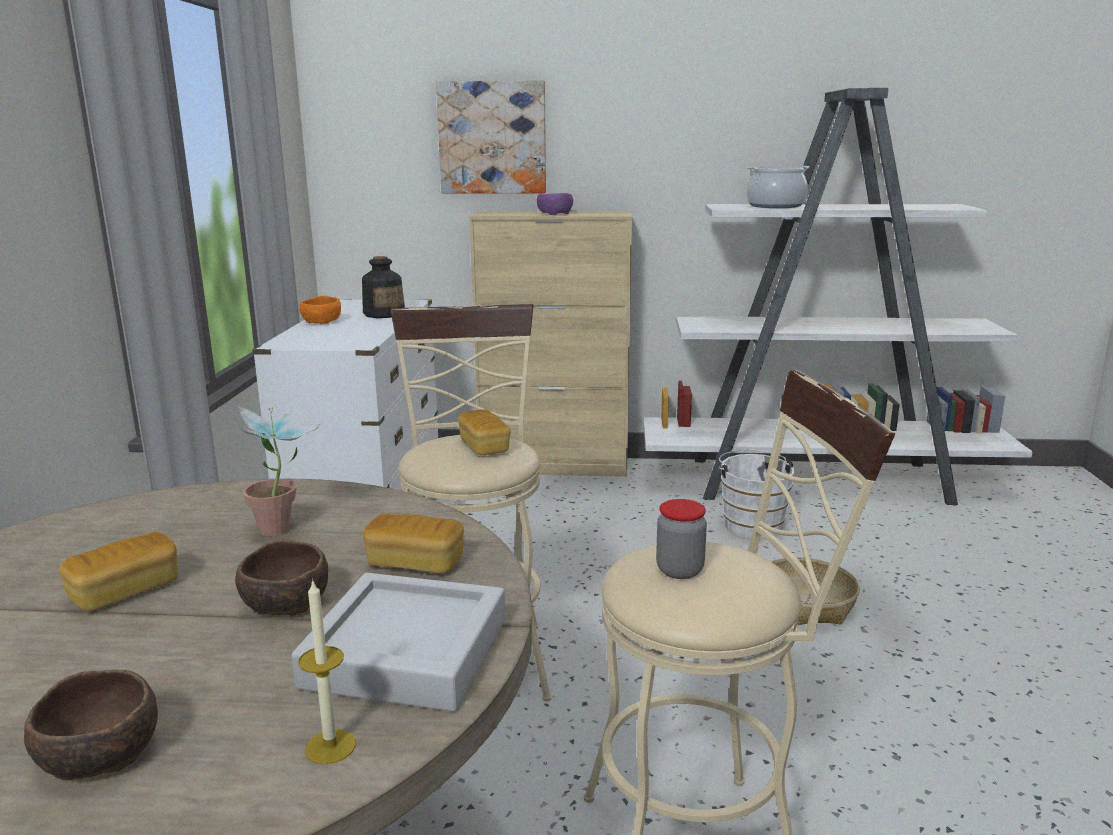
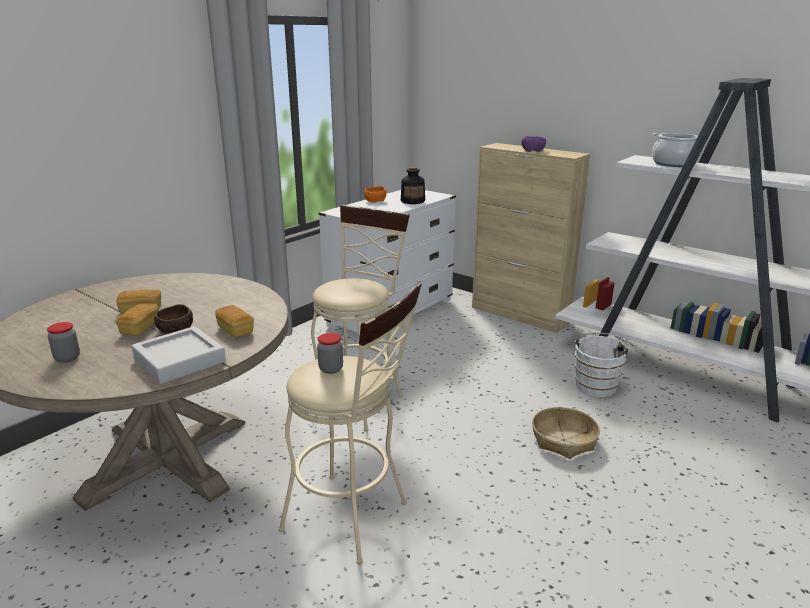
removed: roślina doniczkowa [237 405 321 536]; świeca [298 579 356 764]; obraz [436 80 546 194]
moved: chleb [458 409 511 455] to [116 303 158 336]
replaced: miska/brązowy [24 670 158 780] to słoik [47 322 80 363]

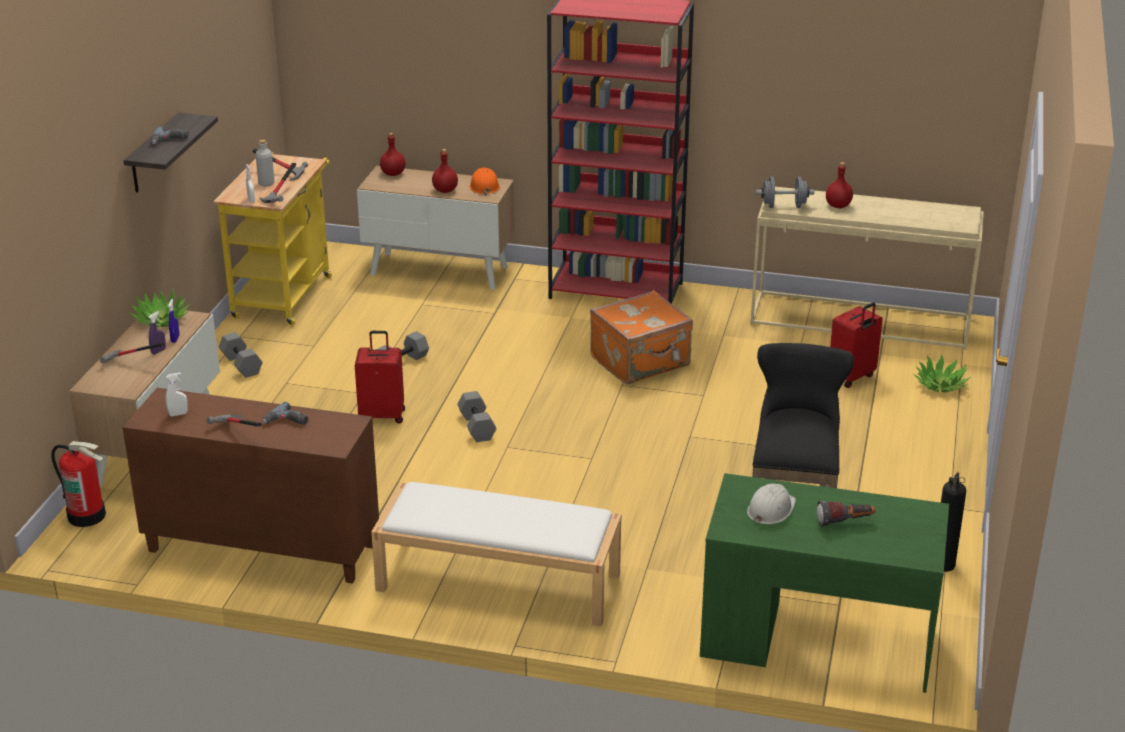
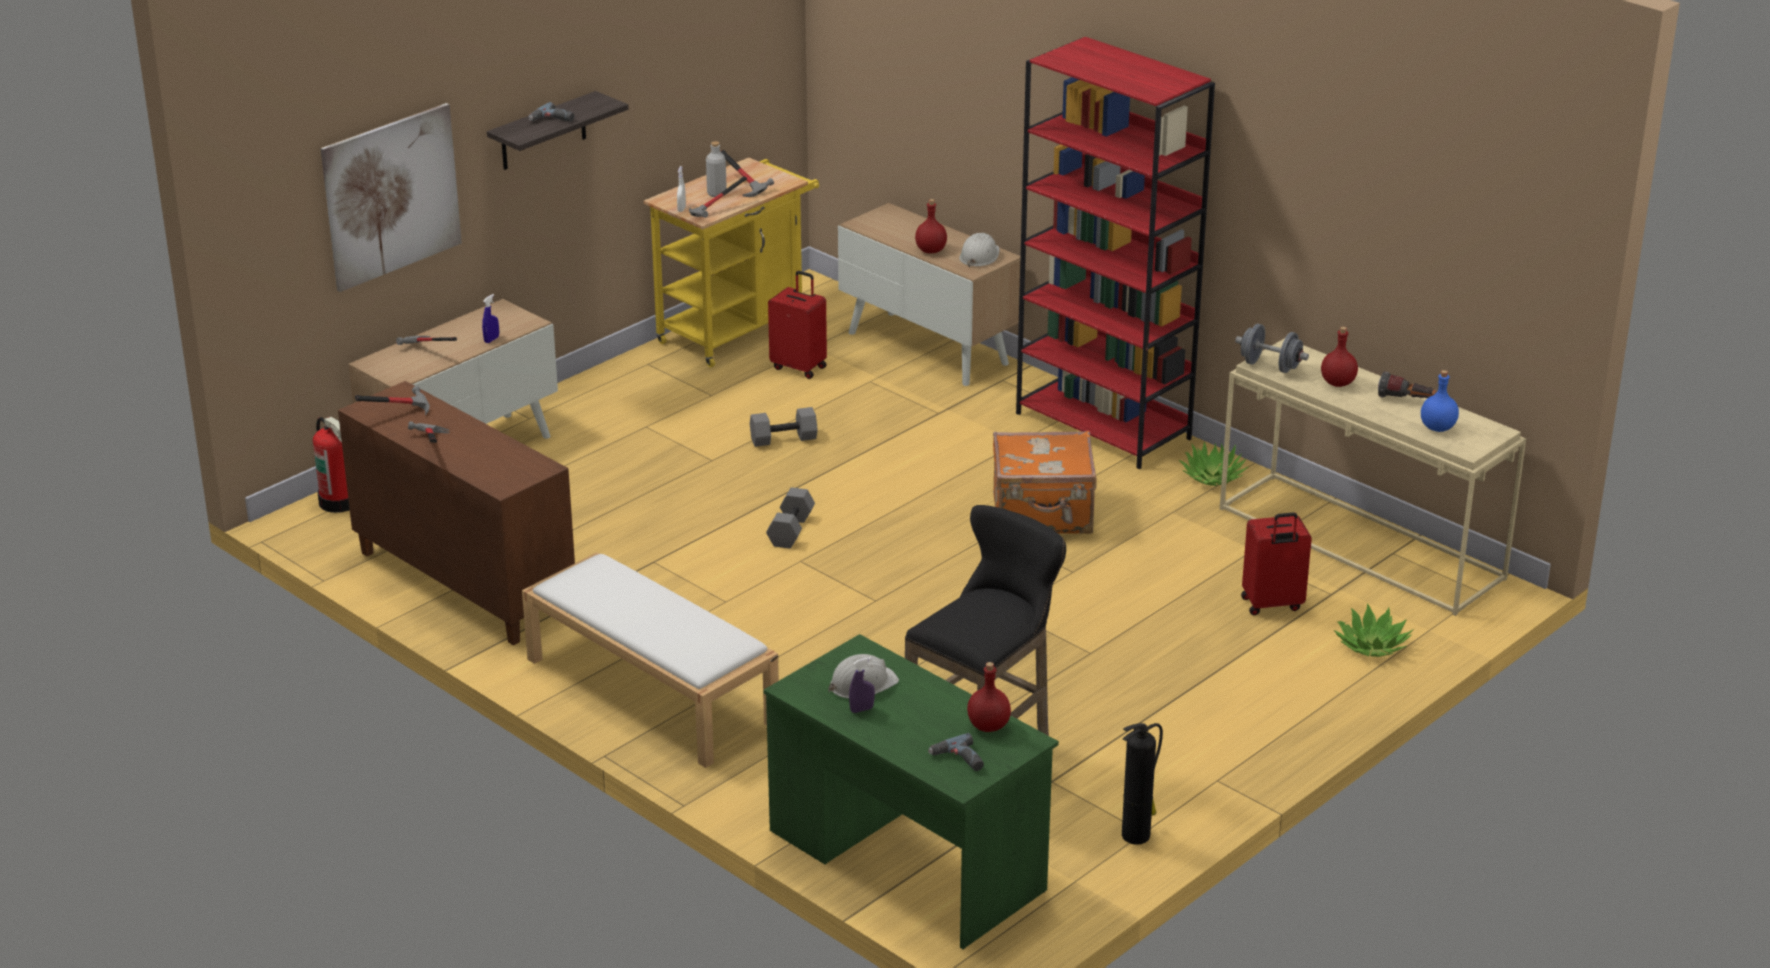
removed: hantel/szary [219 332 263 378]
added: obraz [321 103 462 292]; butelka/niebieski [1421 370 1459 432]
moved: walizka/czerwony [355 331 405 424] to [768 271 827 379]; spryskiwacz/fioletowy [148 311 166 355] to [849 657 875 713]; wiertarka [262 402 308 425] to [928 733 984 771]; butelka/czerwony [380 133 406 176] to [967 662 1011 732]; roślina doniczkowa [129 289 190 327] to [1179 442 1248 486]; latarka [817 500 876 527] to [1378 371 1437 399]
replaced: spryskiwacz/biały [166 372 188 416] to młotek [355 386 430 415]
recoloured: kask/pomarańczowy [470 167 500 195] to kask/biały [959 233 1000 268]

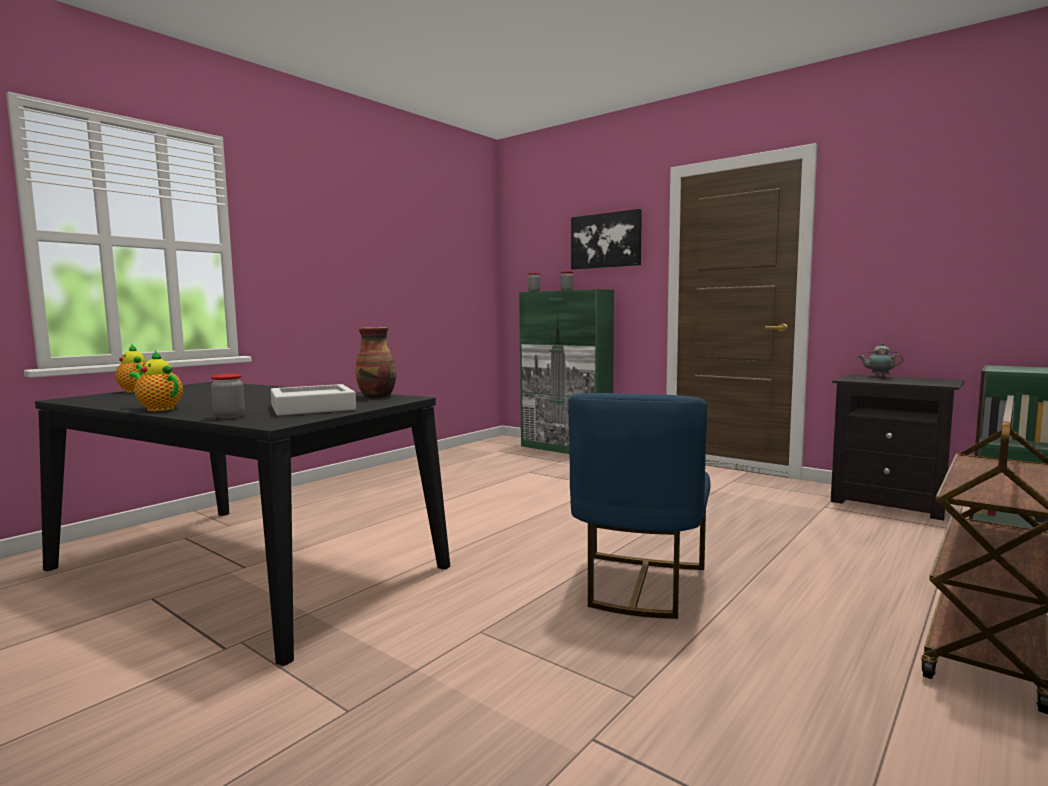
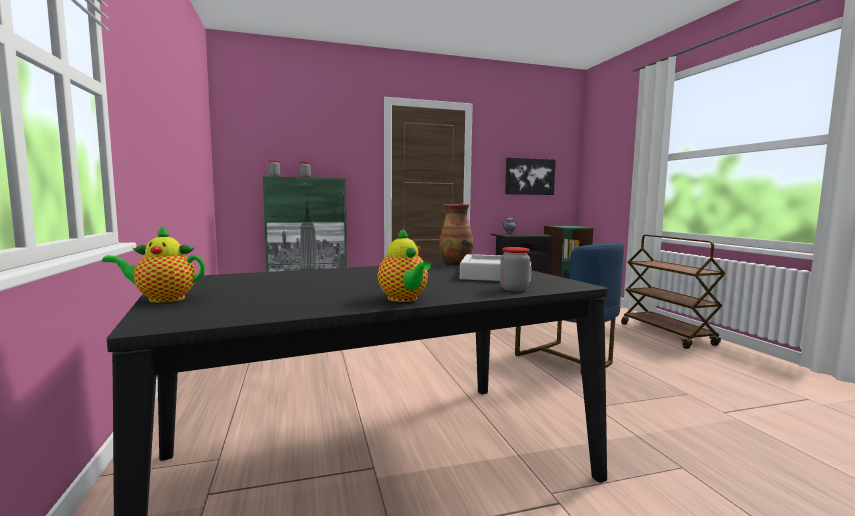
moved: obraz [571 209 642 270] to [505 158 556 195]
turned: imbryk [129 350 183 411] = [378 227 431 302] 90 degrees counterclockwise

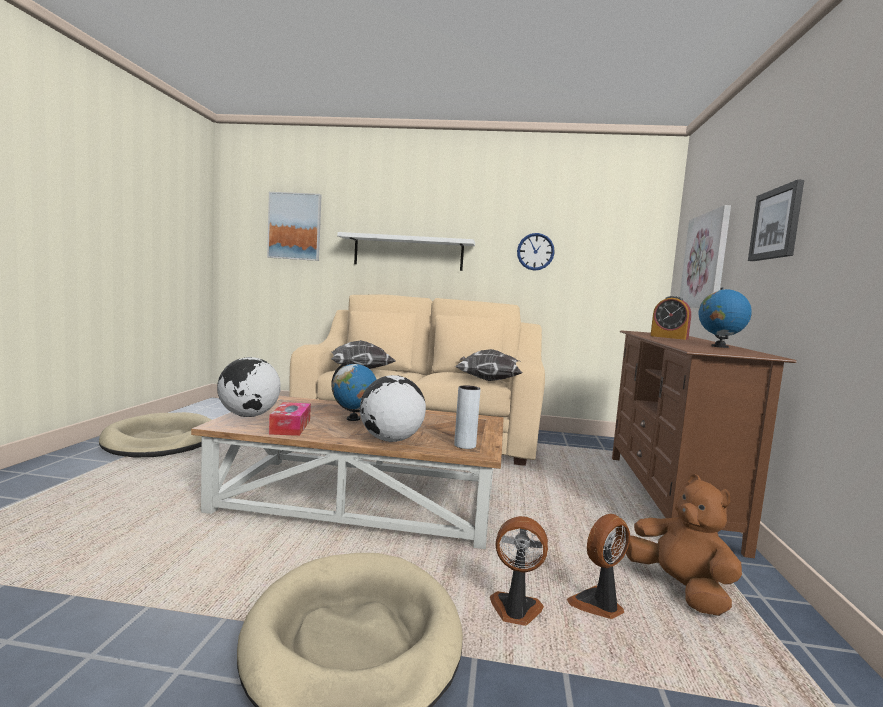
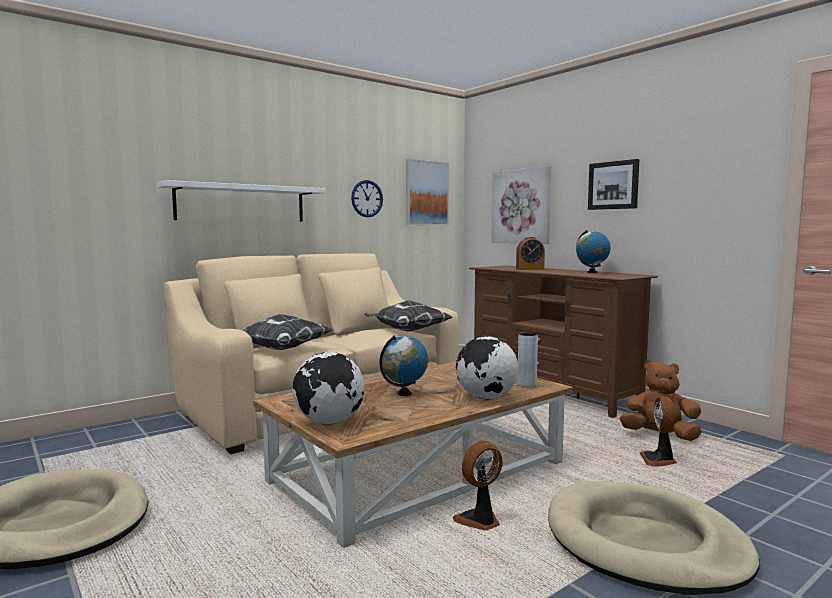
removed: pudełko chusteczek [269 402 311 436]
moved: obraz [267 192 321 261] to [406 159 449 225]; wentylator [490 516 548 626] to [453 441 503 531]

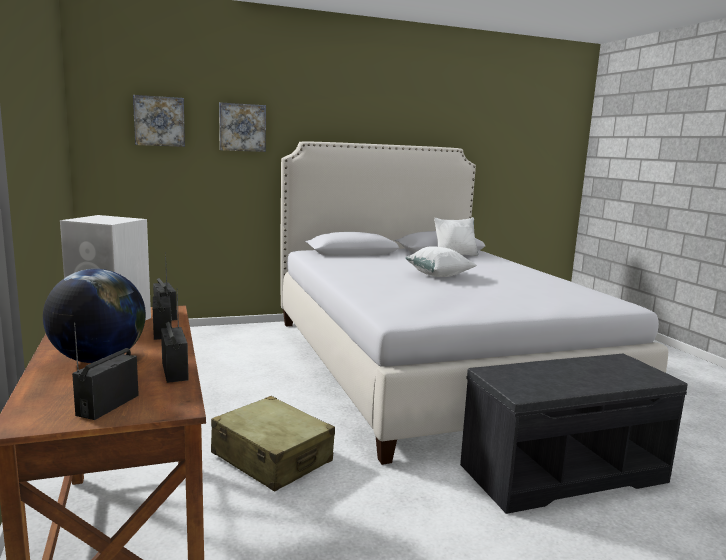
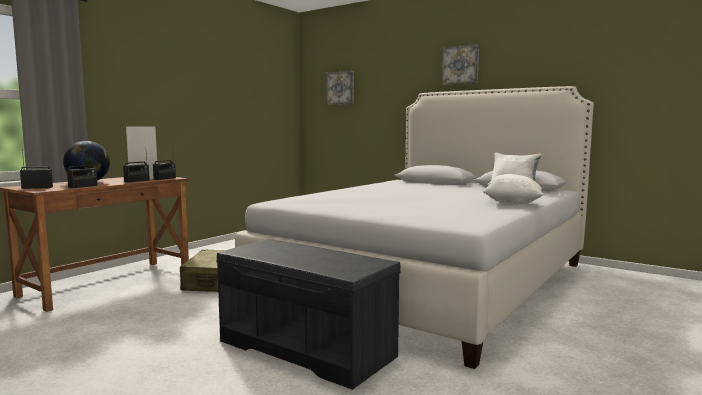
moved: obraz [219 102 266 152] to [442 44 479 85]; poduszka/biały [405 246 477 277] to [483 174 544 204]

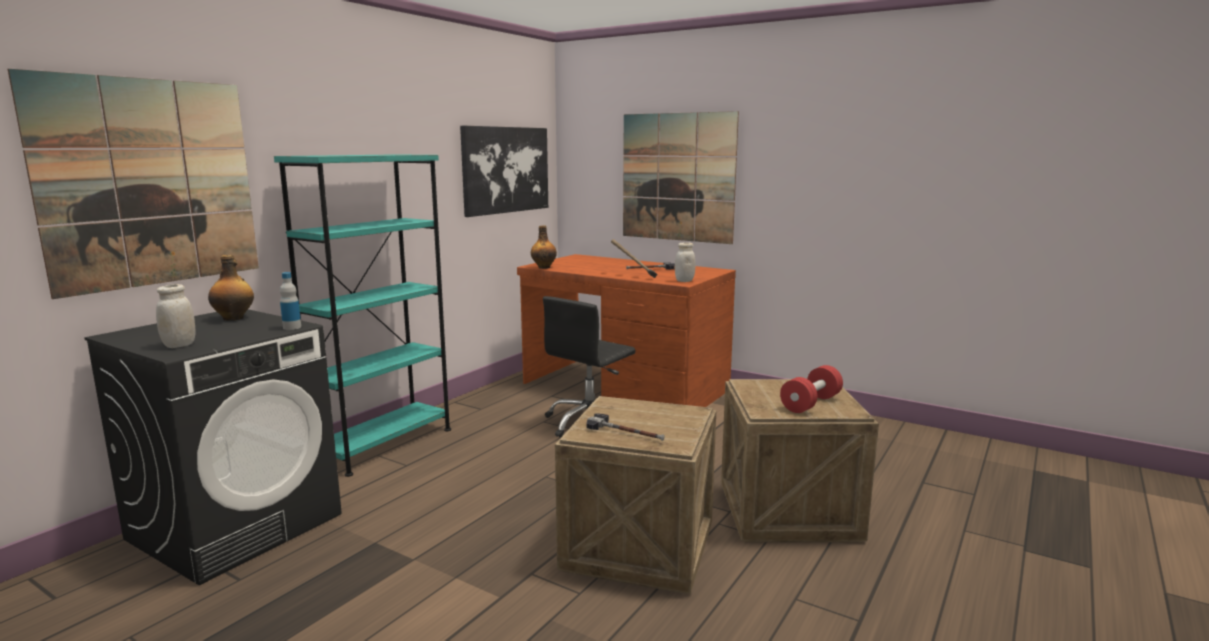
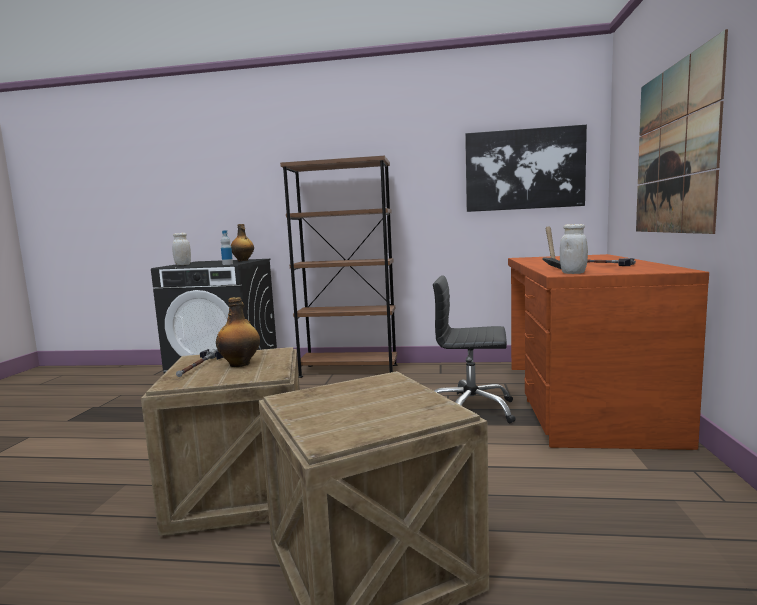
removed: obraz [8 69 259 299]; hantel/czerwony [780 365 843 413]
moved: butelka [531 226 557 269] to [216 297 260 367]
recoloured: regał/turkusowy [274 154 451 477] to regał/brązowy [280 155 397 378]

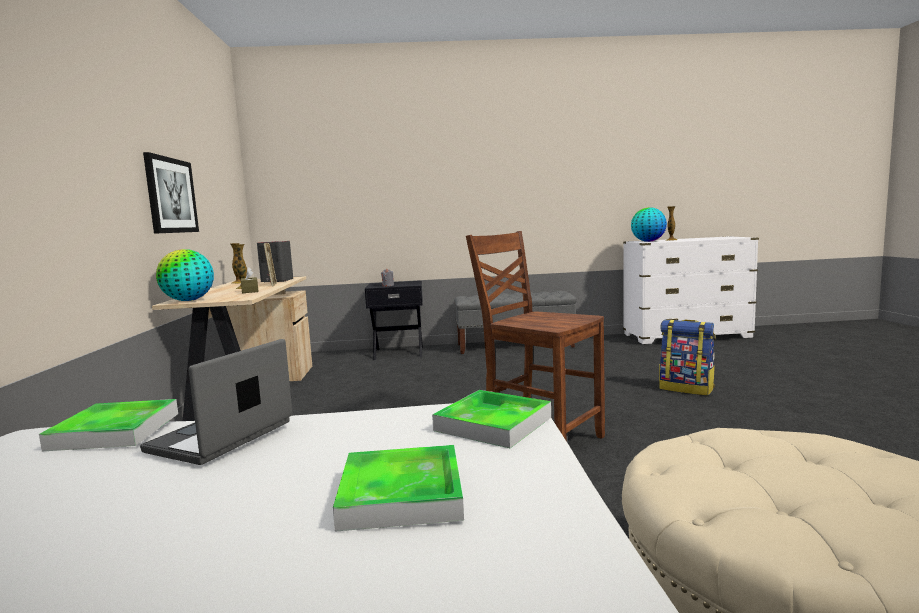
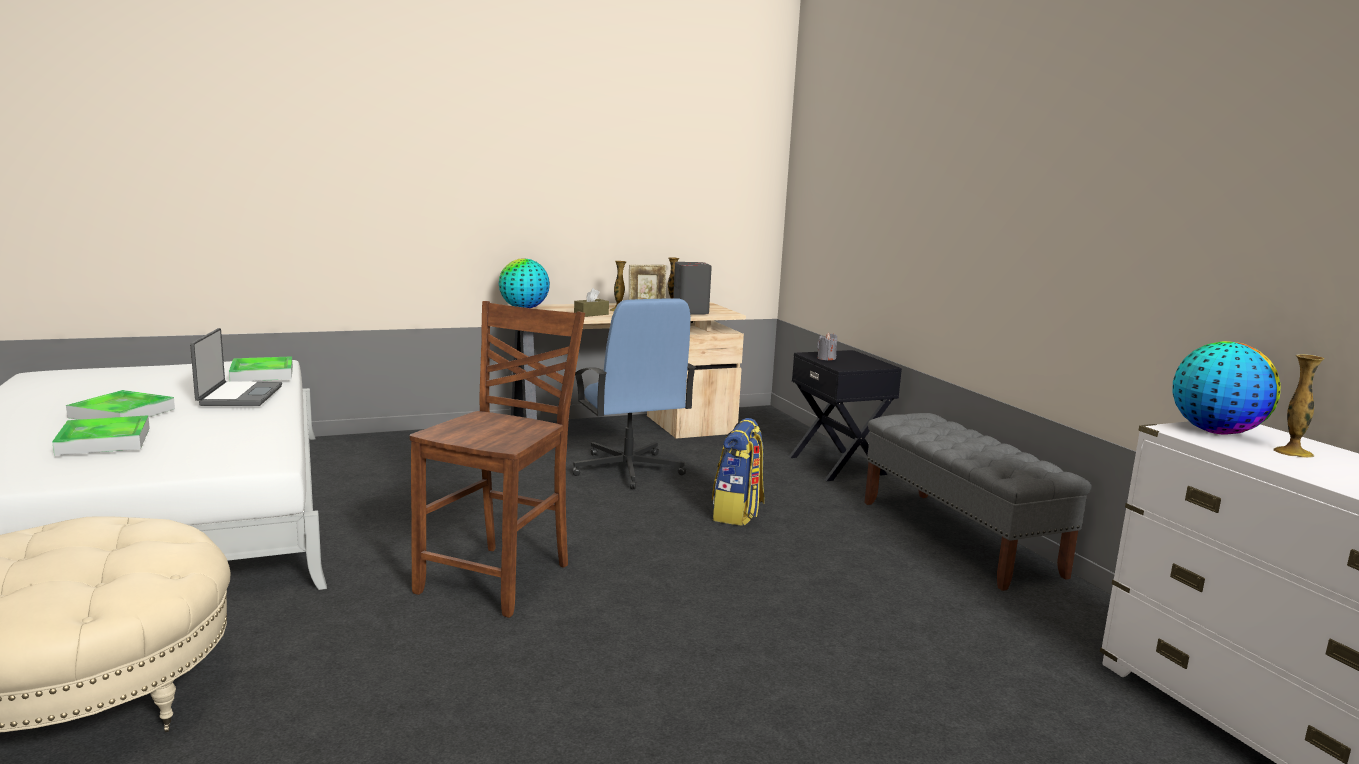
removed: obraz [143 152 199 234]
added: krzesło biurowe/niebieski [573 298 696 489]
moved: taca [432 390 551 448] to [66 390 175 420]; plecak [659 319 716 396] to [712 418 765 526]
turned: laptop [140 339 293 465] = [190 328 282 406] 75 degrees clockwise

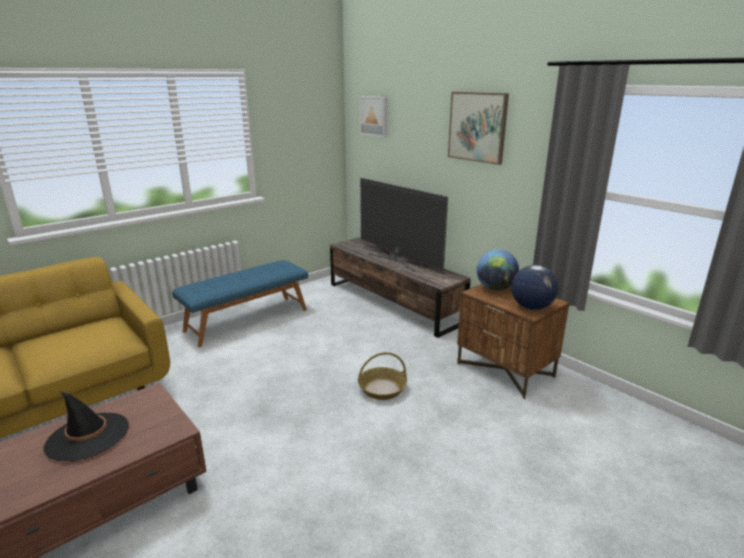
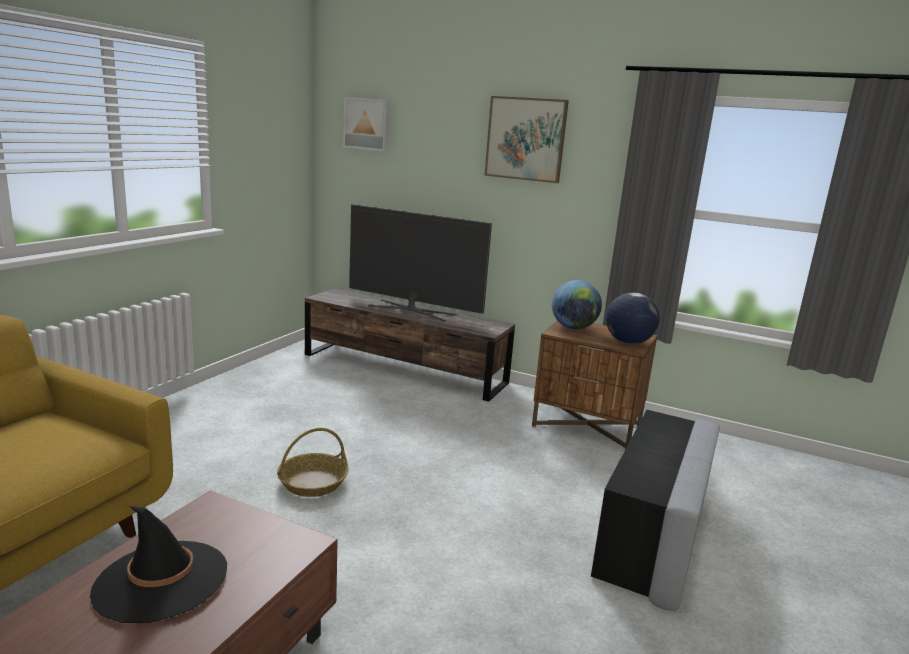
removed: ławka/niebieski [172 260 308 347]
added: pufa/szary [591 410 720 611]
moved: koszyk [358 352 407 400] to [277 428 348 497]

